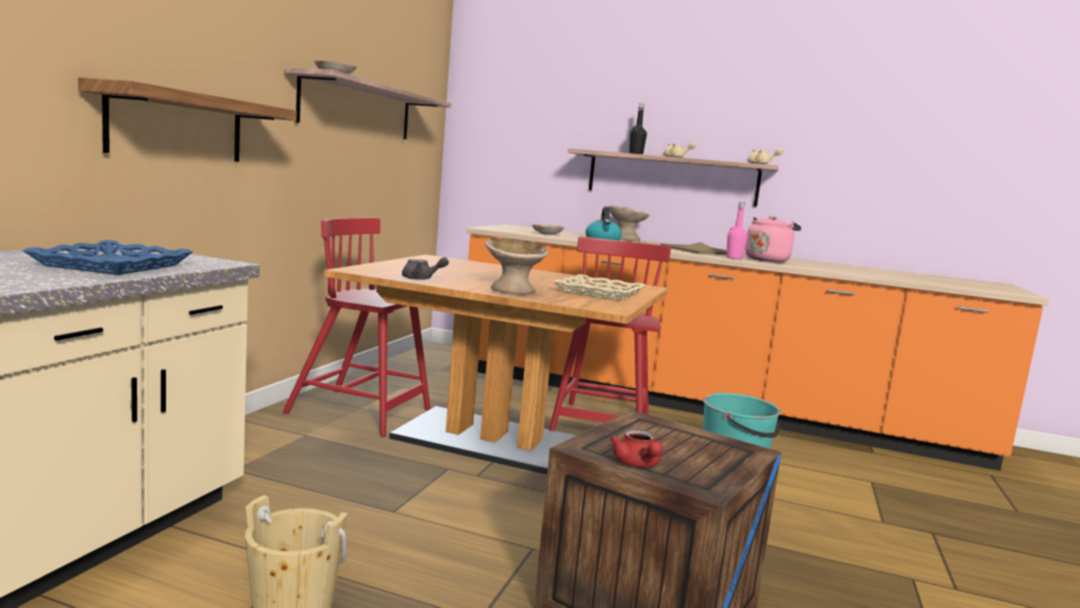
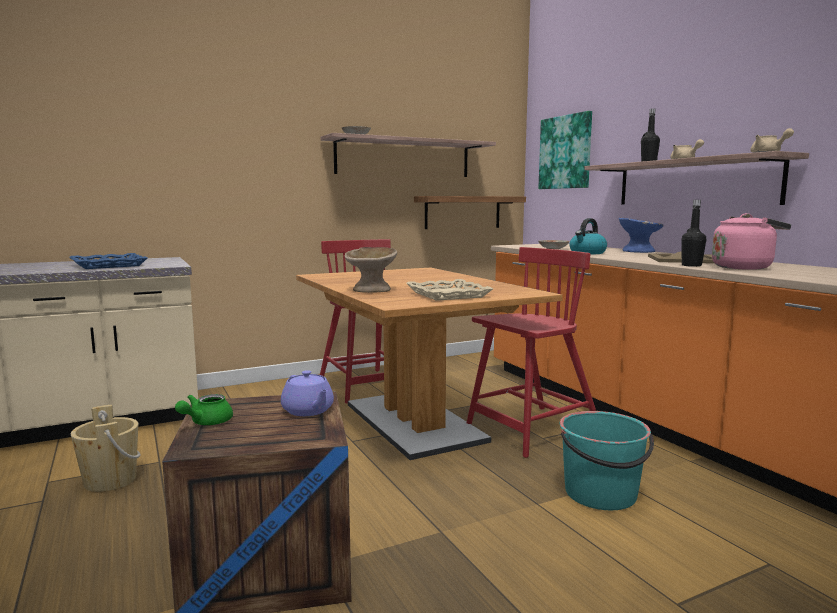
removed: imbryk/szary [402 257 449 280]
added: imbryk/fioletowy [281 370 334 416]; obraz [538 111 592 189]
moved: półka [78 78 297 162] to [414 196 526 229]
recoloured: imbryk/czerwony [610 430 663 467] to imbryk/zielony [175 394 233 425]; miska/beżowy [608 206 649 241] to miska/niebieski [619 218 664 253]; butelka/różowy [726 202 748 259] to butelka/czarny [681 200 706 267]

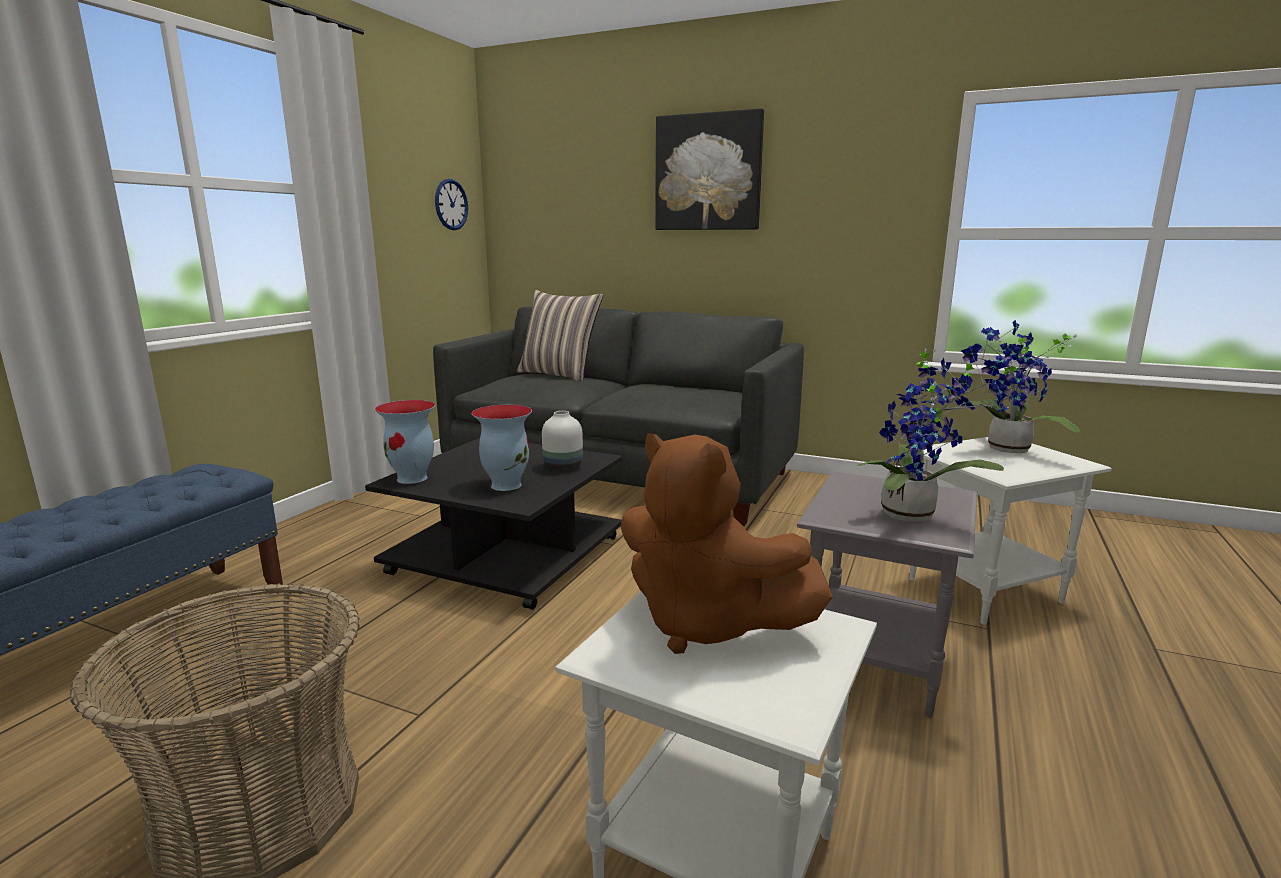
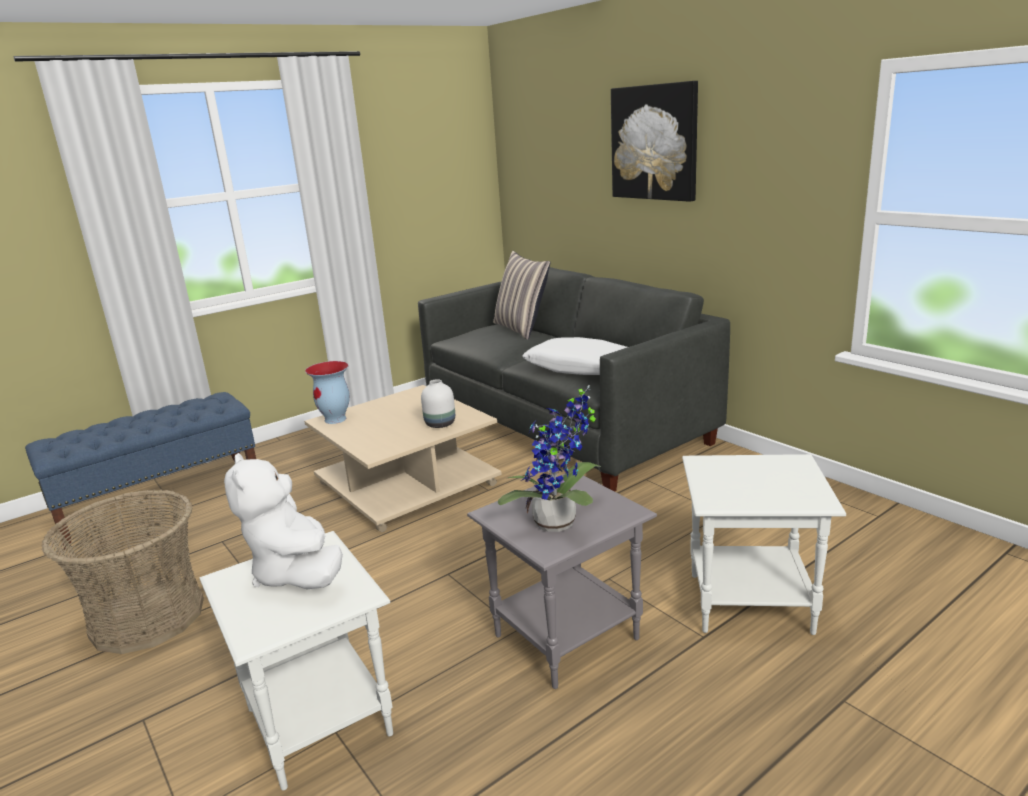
removed: zegar ścienny [435 179 468 230]; wazon [471 405 532 491]; roślina doniczkowa [961 320 1080 453]
added: poduszka/biały [522 337 627 375]
recoloured: pluszak/brązowy [621 433 833 654] to pluszak/biały [224 453 343 589]; ława/czarny [365 438 622 610] to ława/beżowy [304 385 502 532]

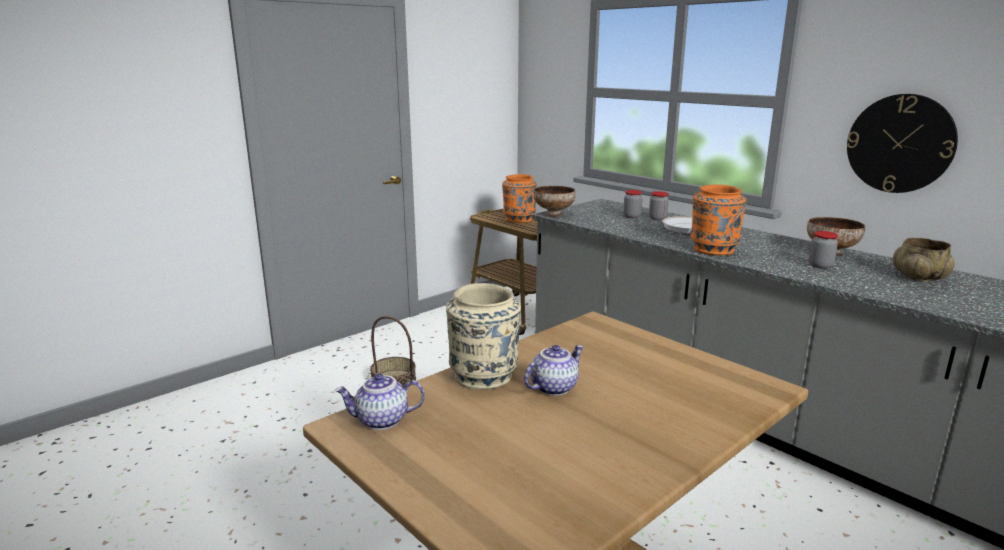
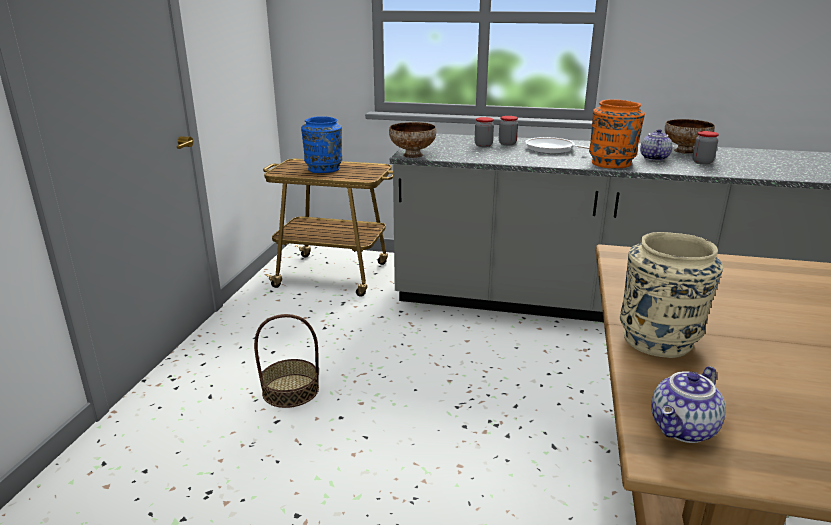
removed: zegar ścienny [847 94 958 193]; miska/beżowy [893 237 955 282]
moved: imbryk [524 345 584 396] to [640 129 672 161]
recoloured: wazon/pomarańczowy [502 174 537 223] to wazon/niebieski [301 116 342 173]

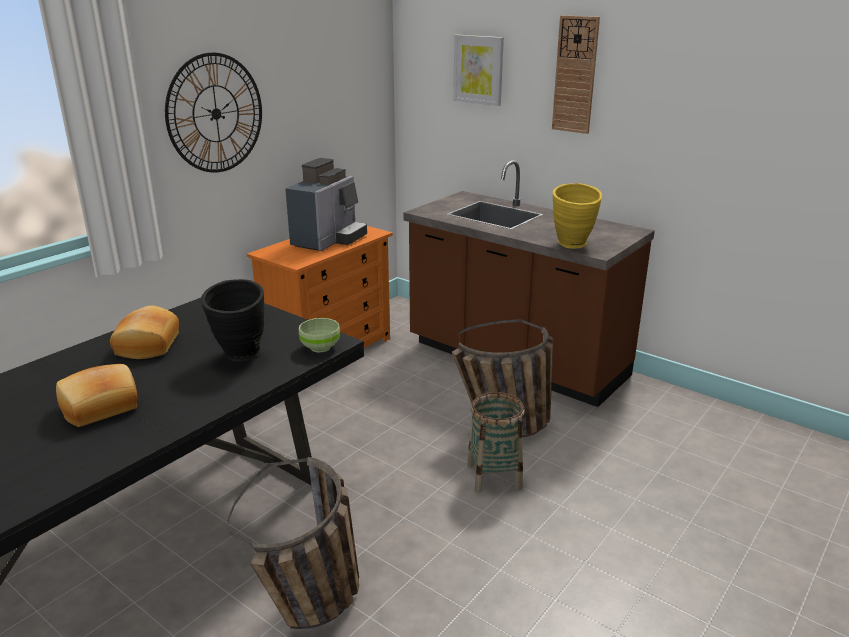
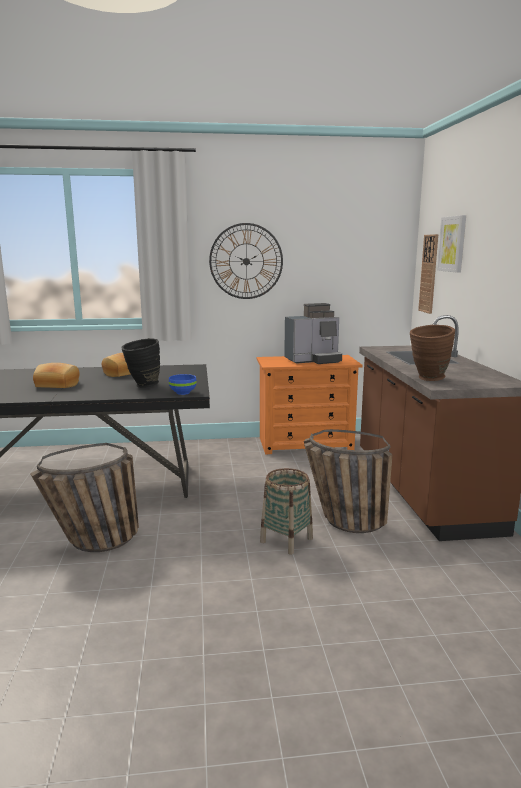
moved: zegar ścienny [552 15 600 134] to [418 234 438 314]
recoloured: miska/zielony [299 318 340 352] to miska/niebieski [169 374 197 395]; wazon/żółty [553 183 602 249] to wazon/brązowy [410 325 455 381]

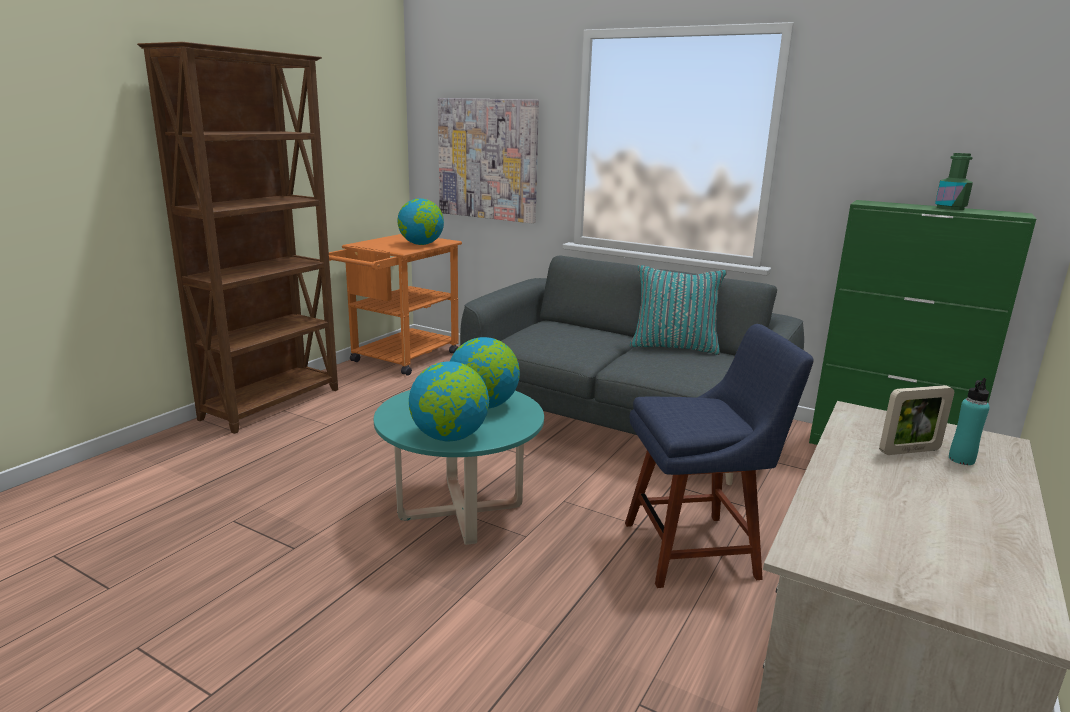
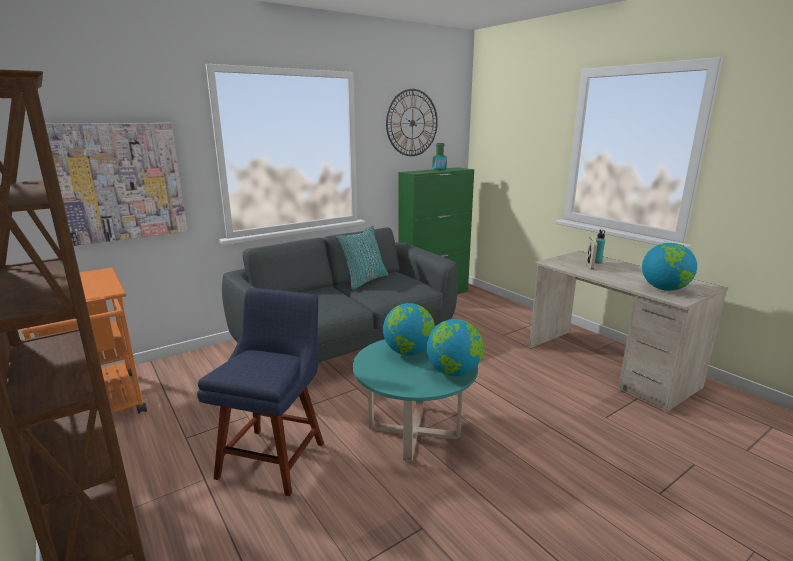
added: zegar ścienny [386 89 438 156]
moved: krzesło/niebieski [625 324 814 588] to [197 288 324 496]; globus [398 198 444 245] to [642 243 697 291]

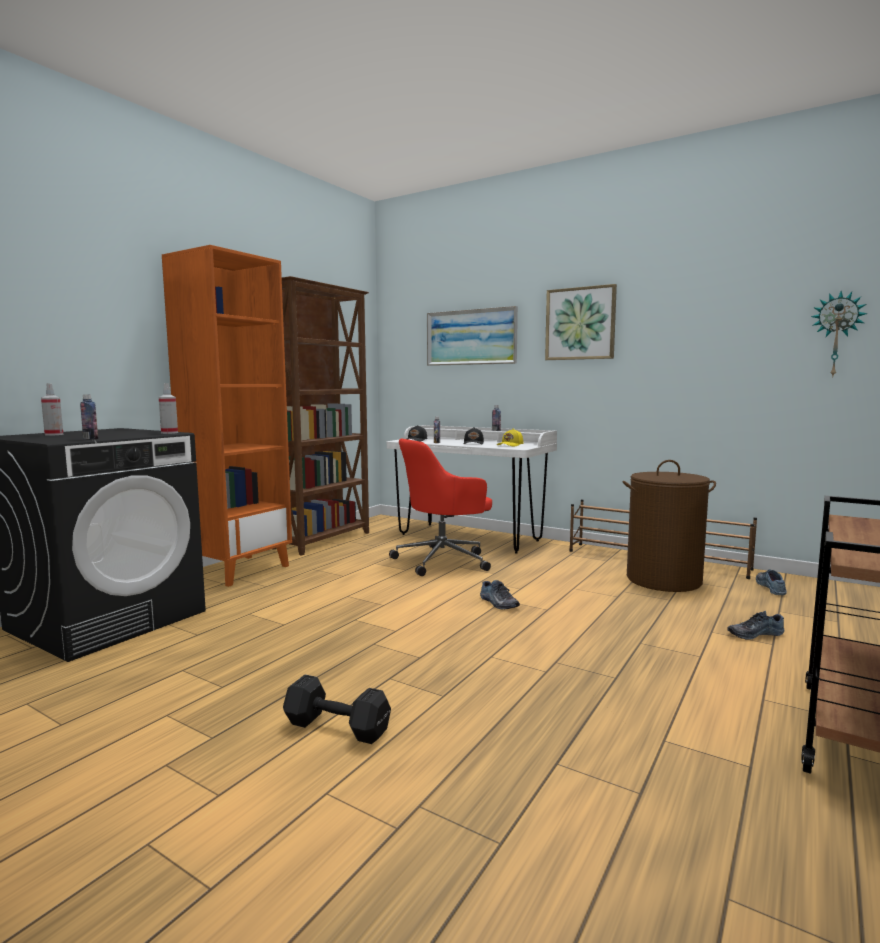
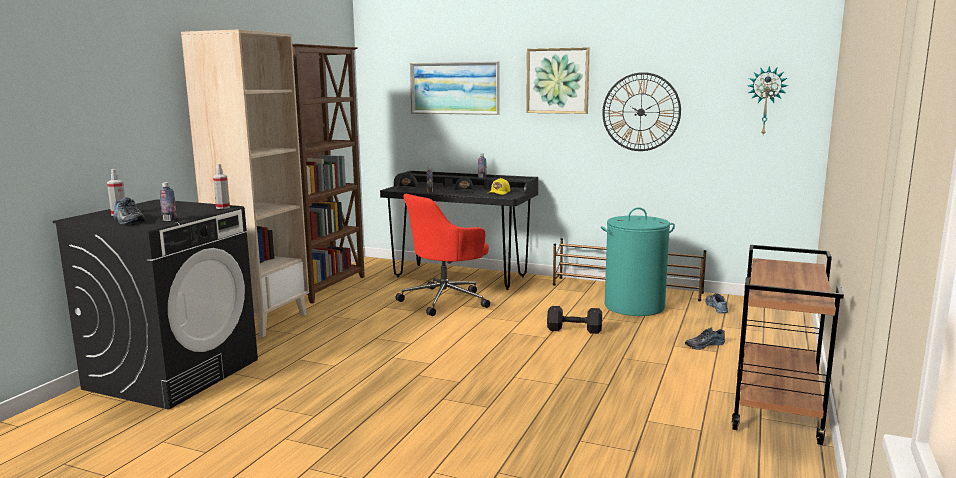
added: zegar ścienny [602 72 681 151]
moved: but [480 580 520 609] to [113 197 145 224]; hantel/czarny [283 674 391 744] to [547 306 602 334]
recoloured: regał/pomarańczowy [162 245 292 587] to regał/beżowy [181 29 309 337]; biurko/biały [387 425 557 554] to biurko/czarny [380 171 538 290]; kosz na pranie/brązowy [623 460 716 592] to kosz na pranie/turkusowy [601 207 675 316]

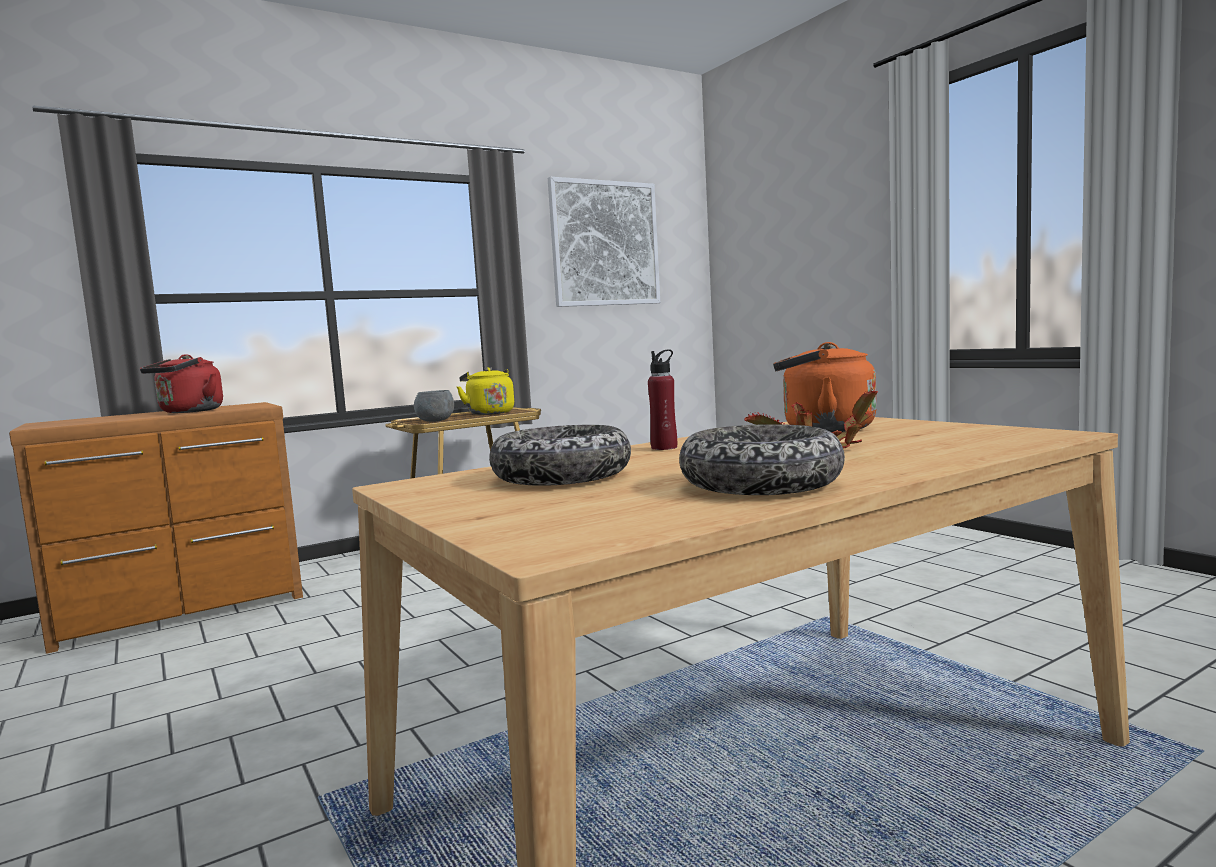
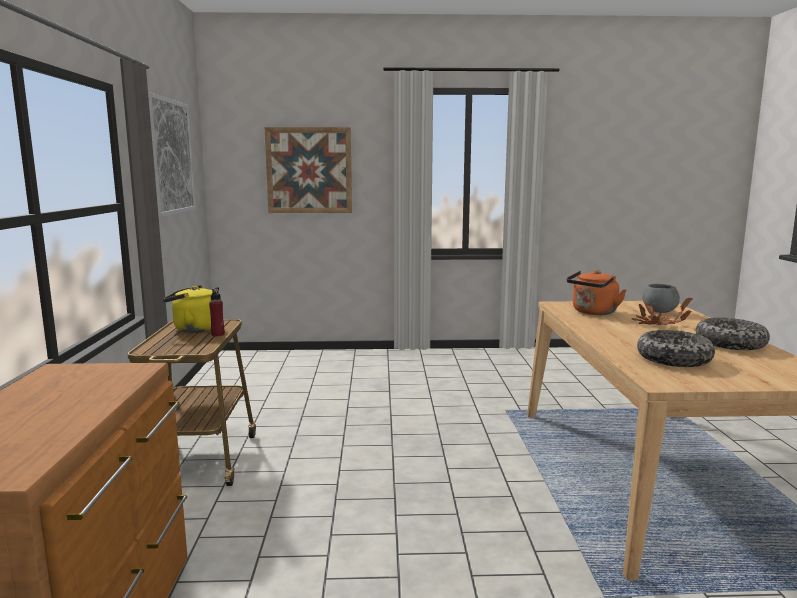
removed: czajnik/czerwony [140 354 223 413]
added: obraz [265 127 352 213]
moved: butelka/czerwony [648 349 677 450] to [209 287 225 336]; miska/szary [414 390 454 422] to [643 284 680 313]

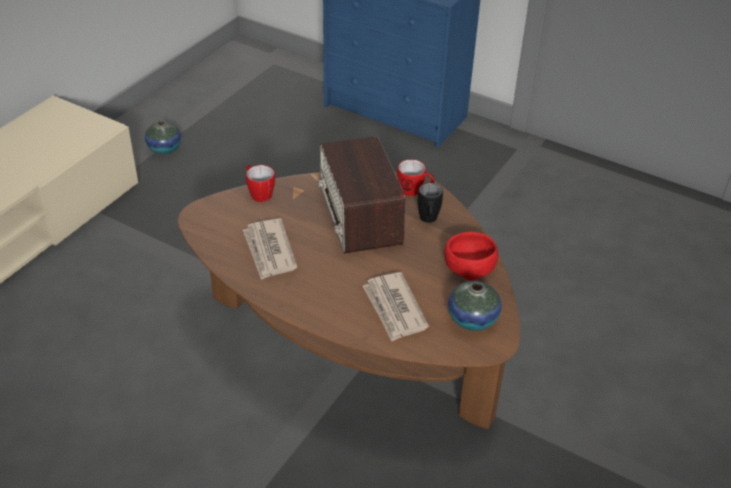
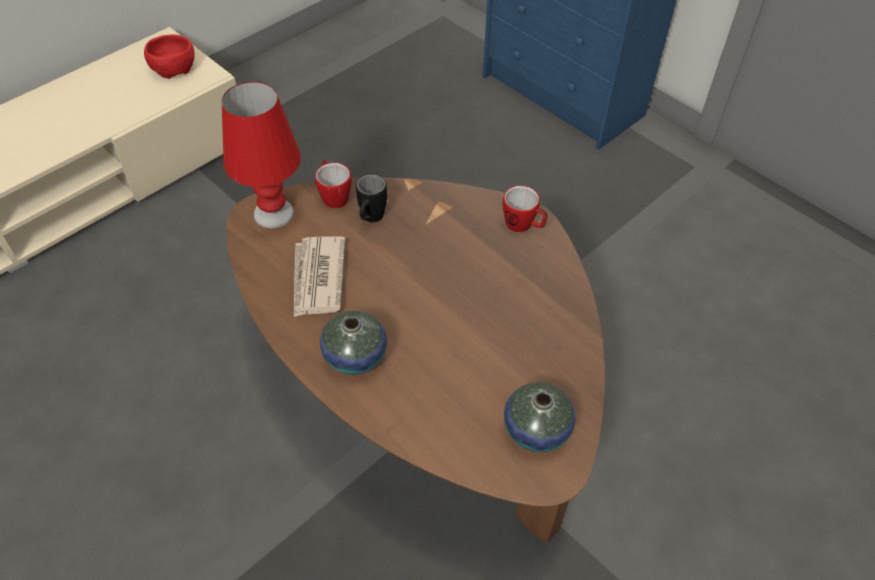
removed: radio [318 136 405 254]; gazeta [363 272 429 341]
added: lampa stołowa/czerwony [222 82 301 228]
moved: miska/czerwony [444 232 498 281] to [144 34 195 79]; wazon [145 121 181 154] to [320 311 387 375]; kubek/czarny [418 183 443 223] to [356 174 387 222]

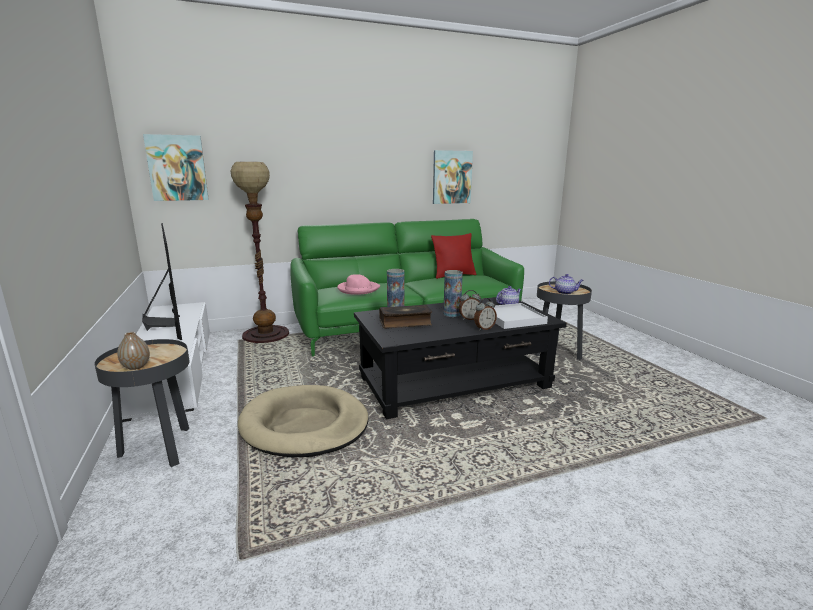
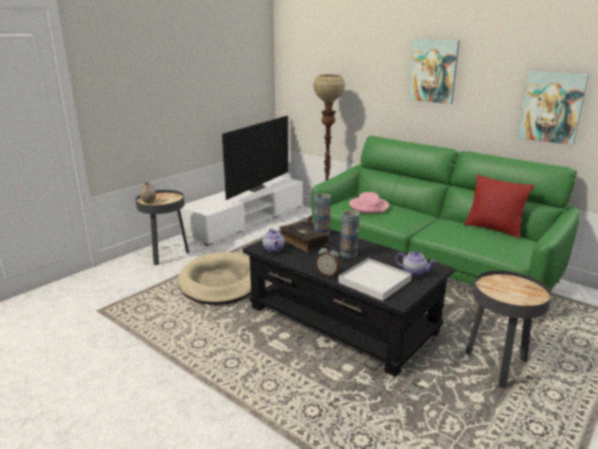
removed: budzik [459 290 481 320]
moved: imbryk [549 274 584 294] to [263 228 285 252]; obraz [143 134 209 201] to [408 39 460 104]

